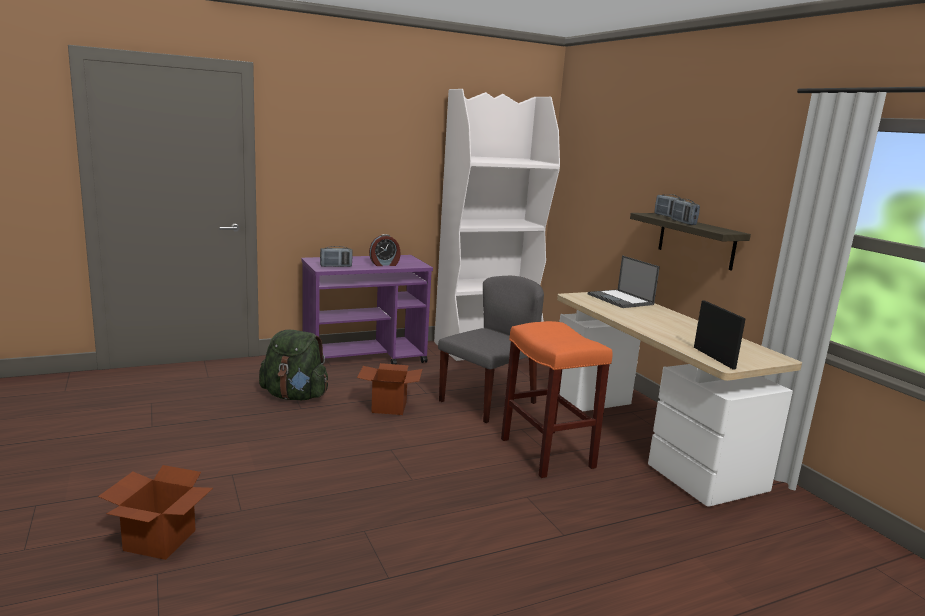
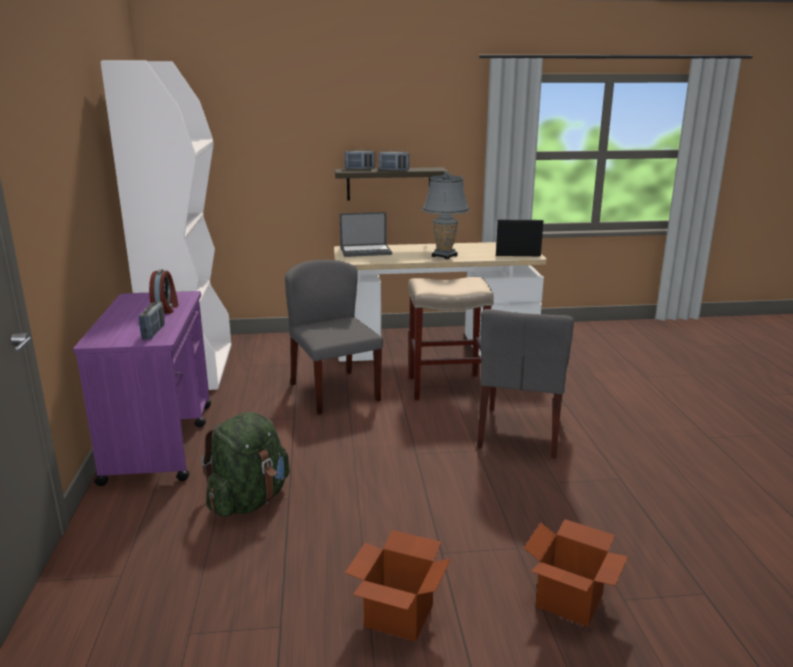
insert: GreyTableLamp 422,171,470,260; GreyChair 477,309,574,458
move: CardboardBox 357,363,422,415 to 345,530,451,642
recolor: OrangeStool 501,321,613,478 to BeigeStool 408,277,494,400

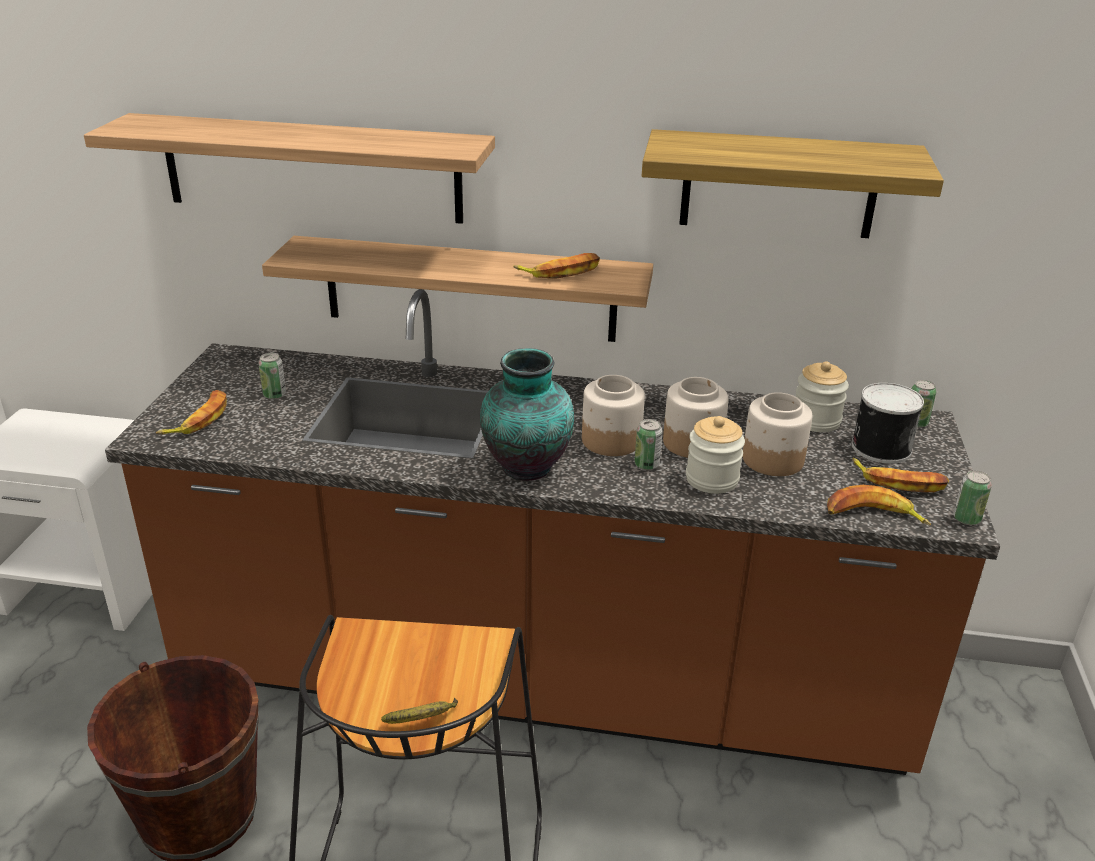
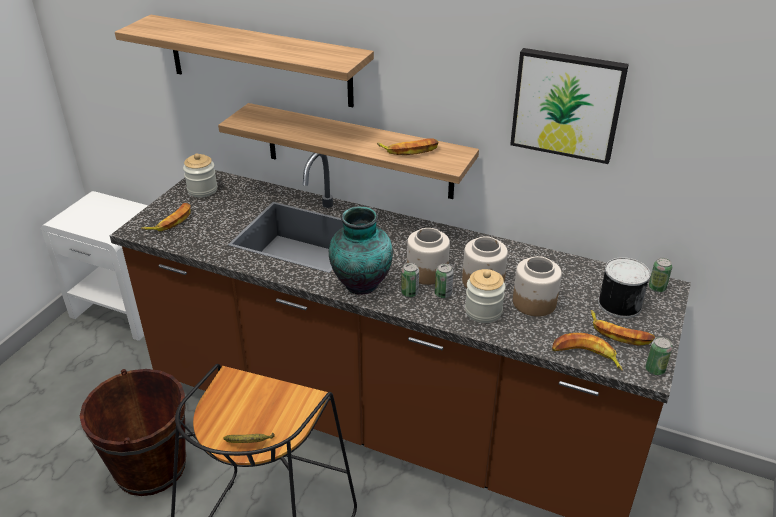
move: Jar 796,361,849,432 to 183,153,218,197; Can 258,353,286,399 to 401,262,419,297
replace: Shelf 642,129,944,238 to Picture 510,48,629,164

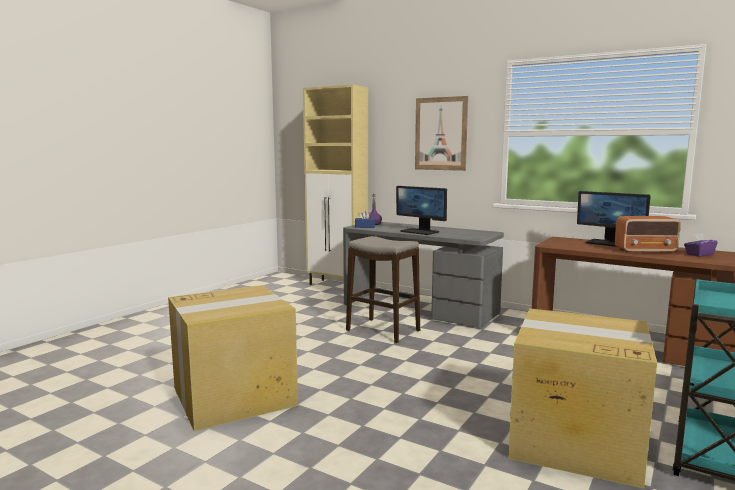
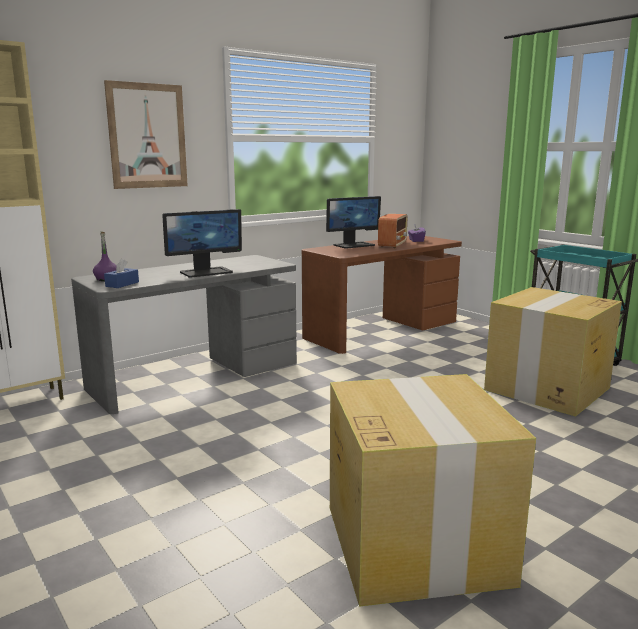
delete: Stool 346,236,420,343

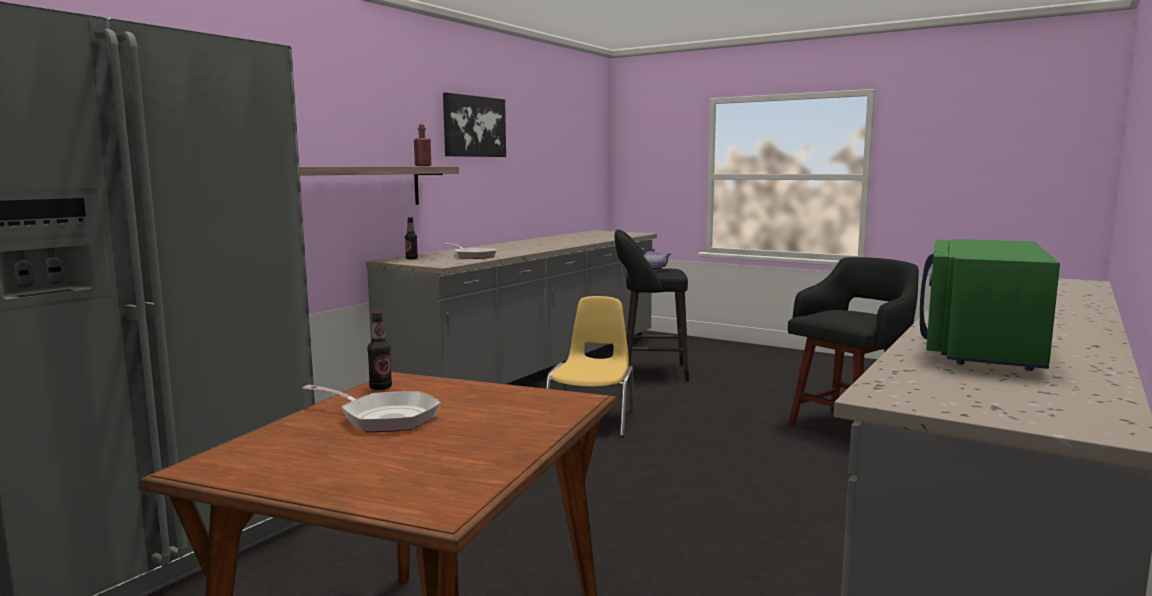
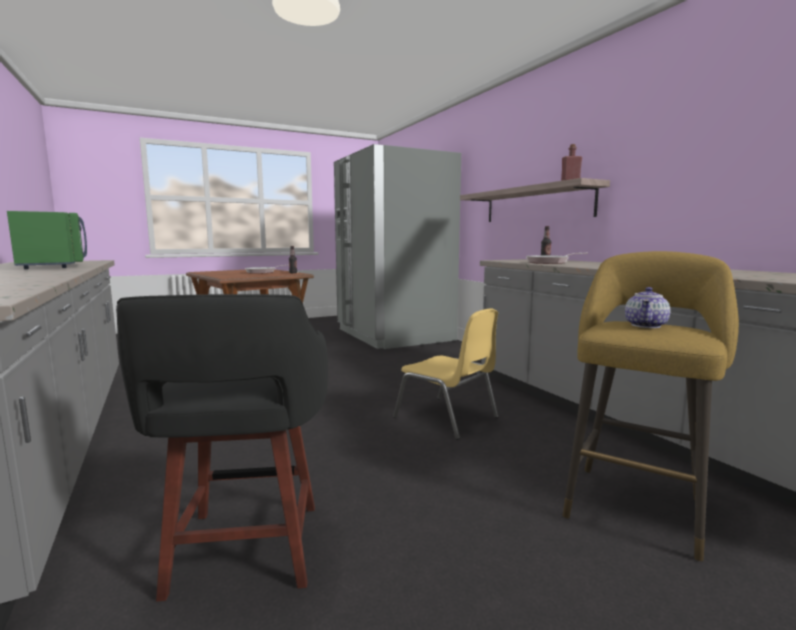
delete: Picture 443,93,506,157
recolor: BlackStool 614,229,689,382 to YellowStool 563,251,739,561

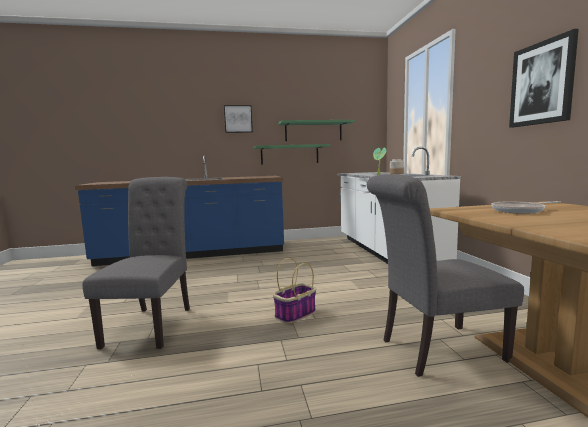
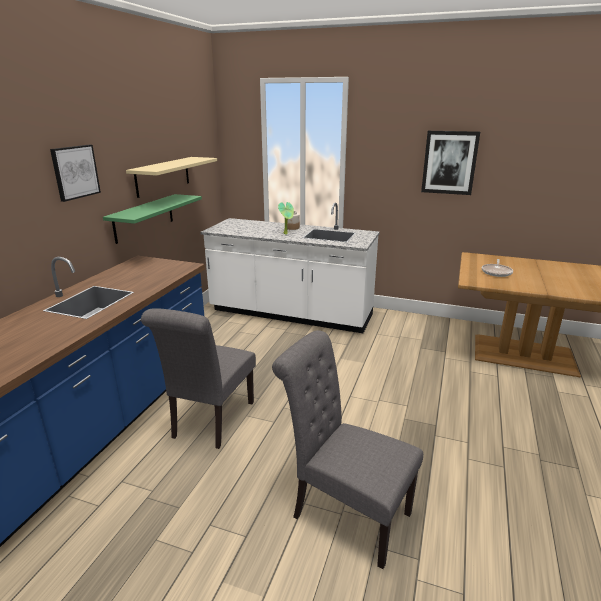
delete: Basket 273,258,316,324
move: GreyChair 367,174,524,377 to 141,308,256,449
recolor: GreenShelf 278,120,355,141 to BeigeShelf 126,157,217,198

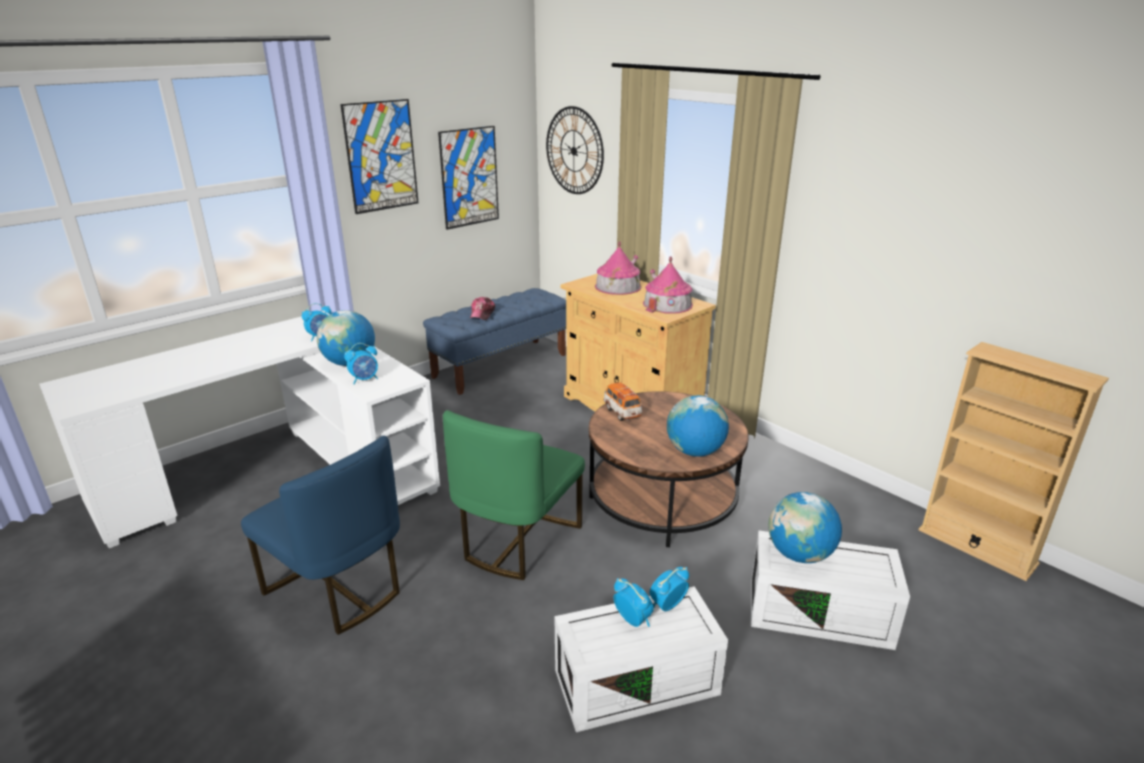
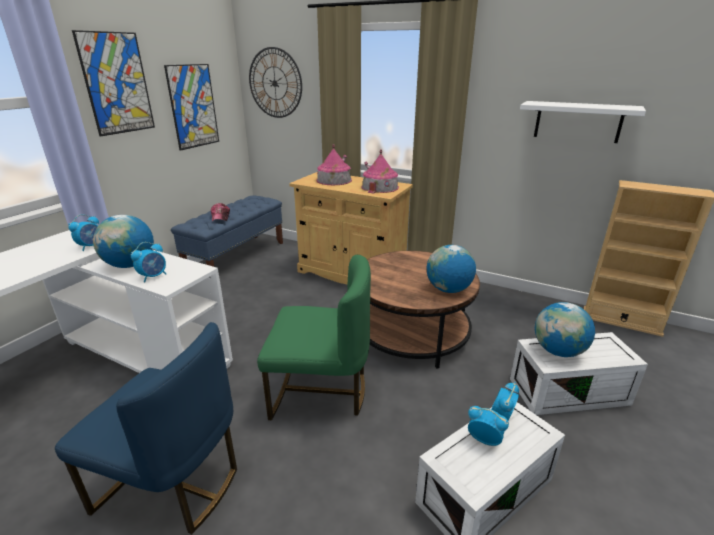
delete: ToyCar 603,382,642,421
insert: WhiteShelf 520,101,646,143
rotate: GreenChair 443,410,585,580 = 257,255,371,420 90 degrees counterclockwise

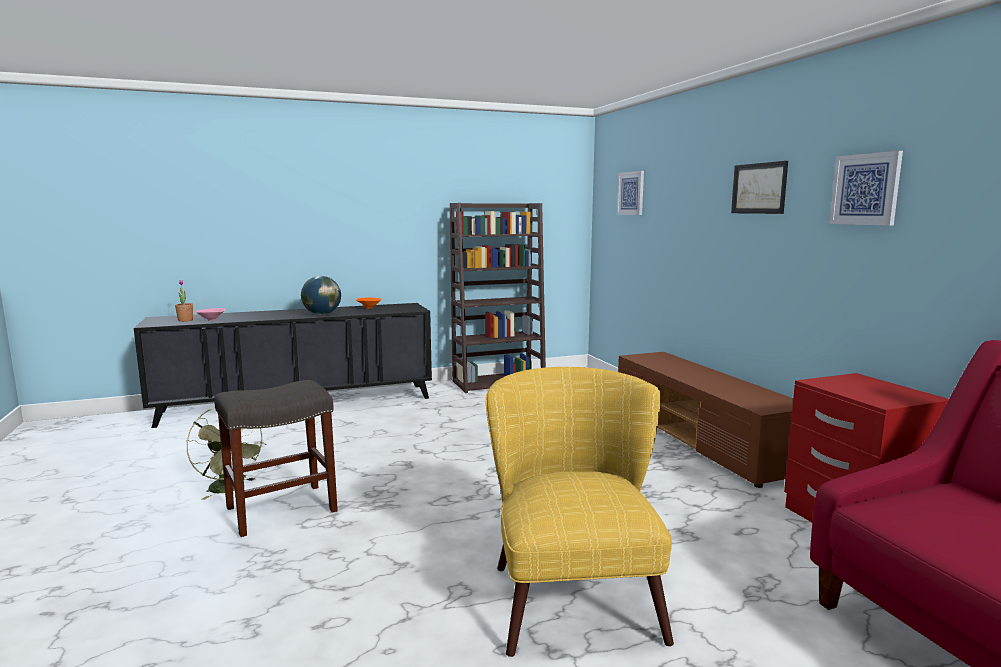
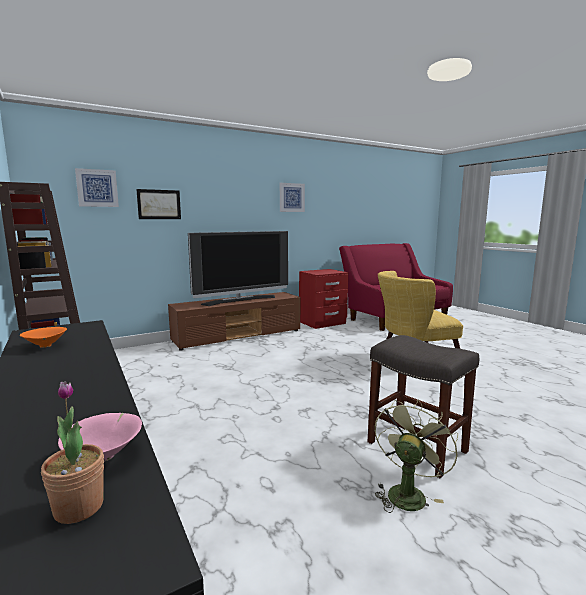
delete: Globe 301,276,341,315
insert: Television 188,231,288,306
move: Picture 731,161,788,214 to 136,189,181,219

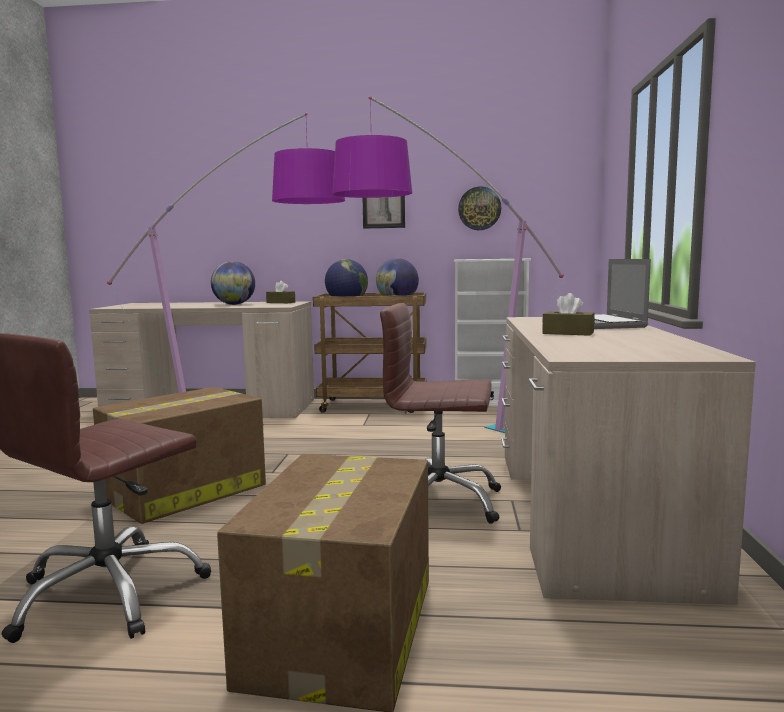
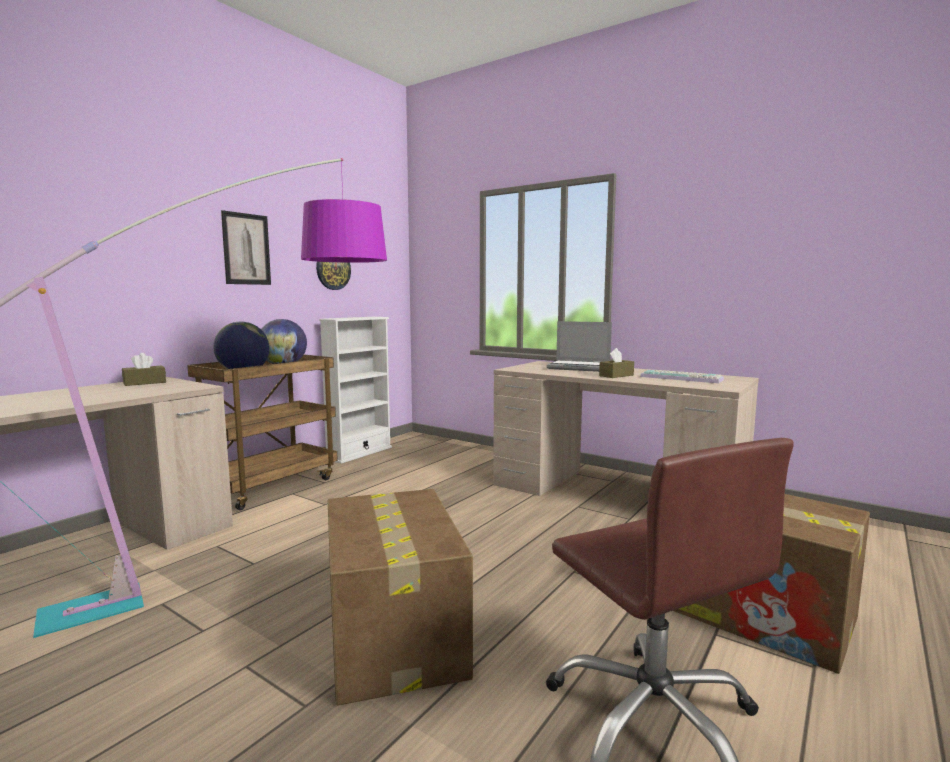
delete: Globe 211,261,255,305; FloorLamp 332,96,564,433; BrownOfficeChair 380,303,501,524
insert: Keyboard 640,369,724,383

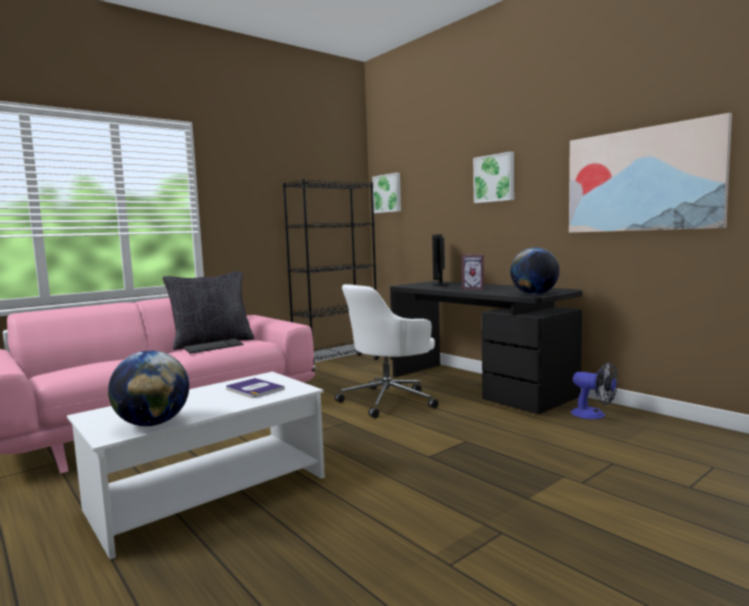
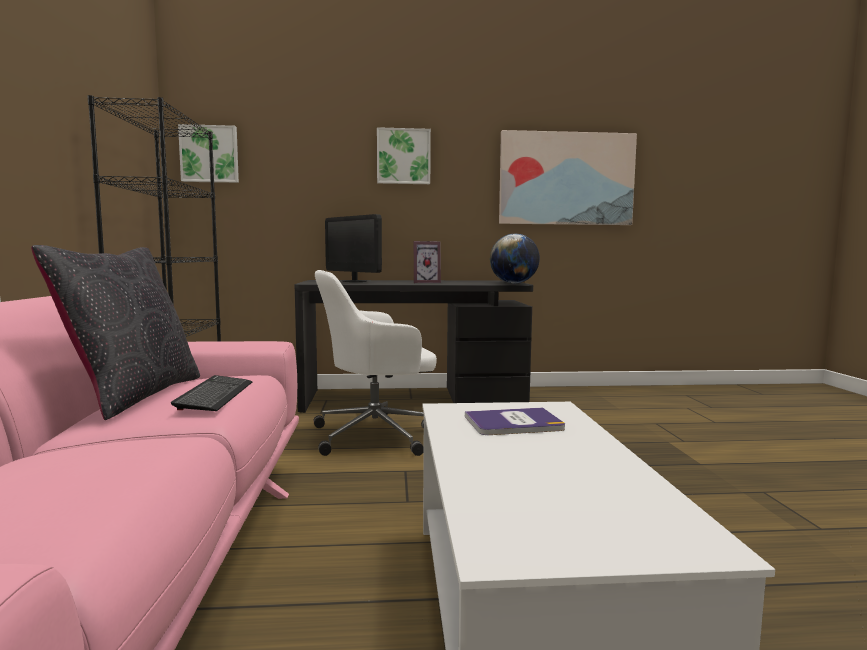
delete: Globe 108,350,189,426; Fan 571,362,618,419
rotate: WhiteOfficeChair 335,284,438,418 = 314,270,437,456 75 degrees clockwise

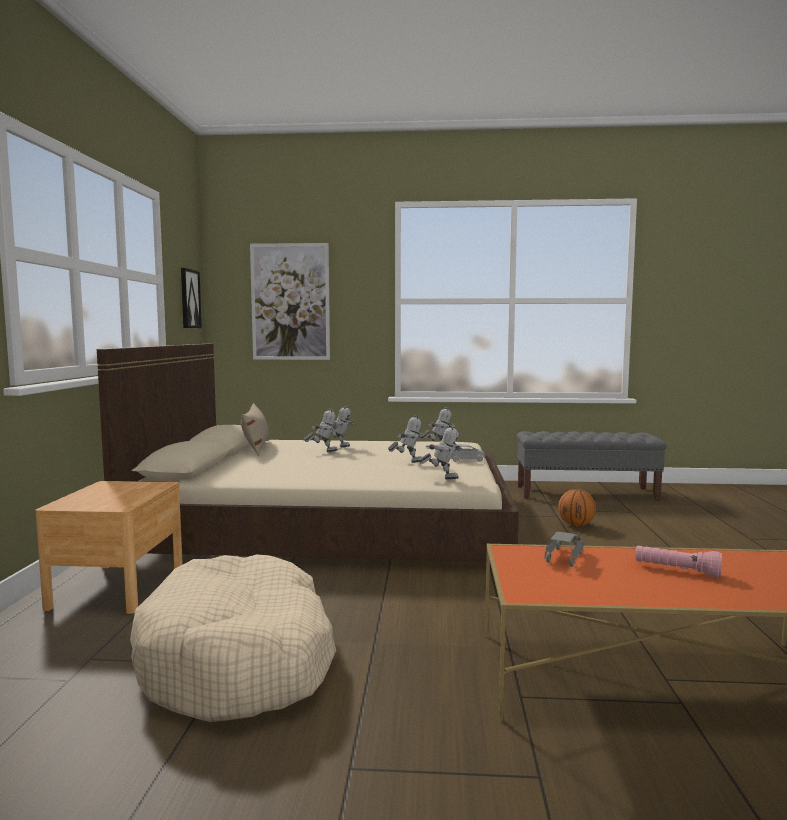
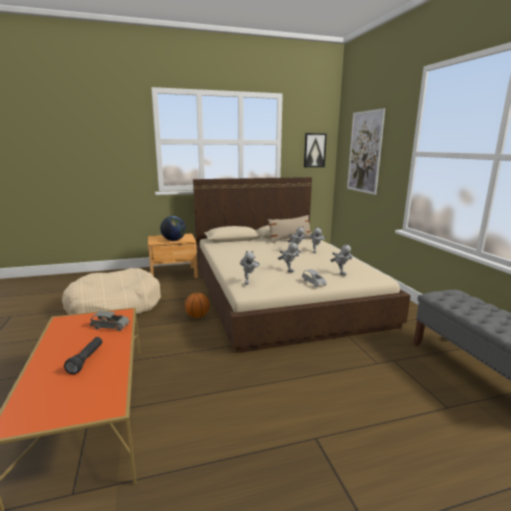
insert: Globe 160,216,186,241
move: Basketball 558,489,596,527 to 185,293,210,318
recolor: PinkFlashlight 636,545,722,578 to BlackFlashlight 64,337,102,374

